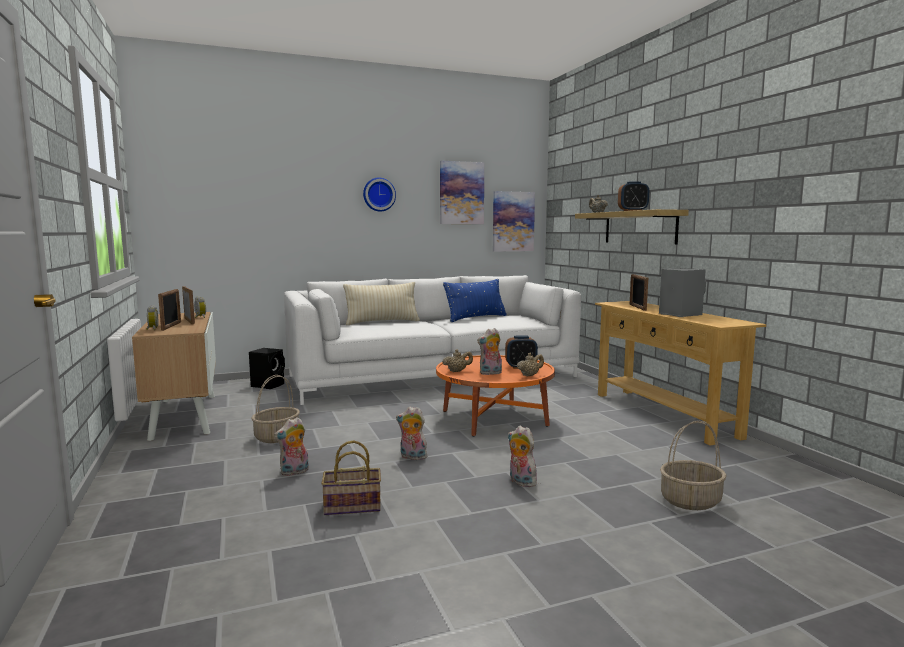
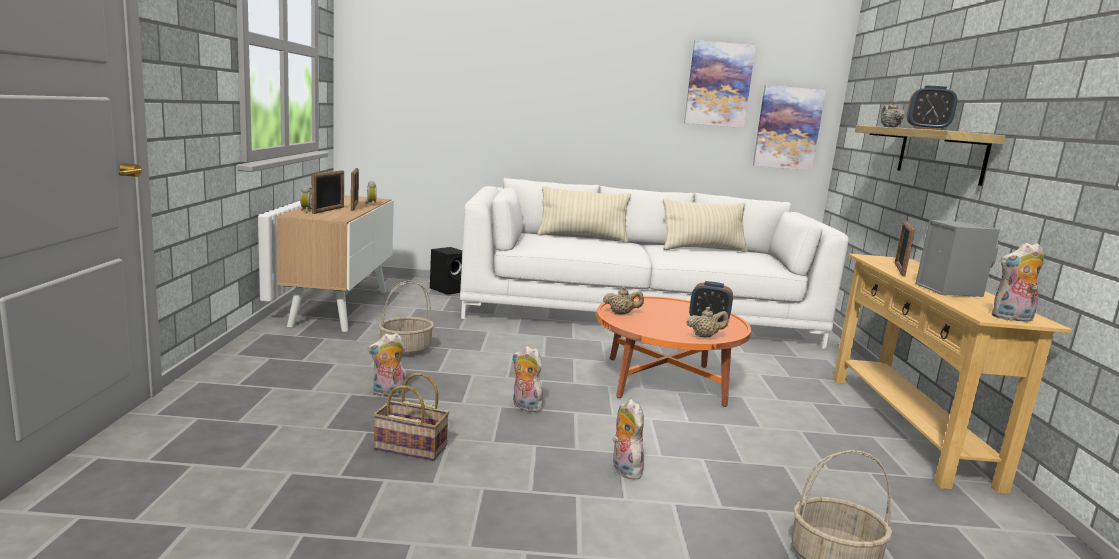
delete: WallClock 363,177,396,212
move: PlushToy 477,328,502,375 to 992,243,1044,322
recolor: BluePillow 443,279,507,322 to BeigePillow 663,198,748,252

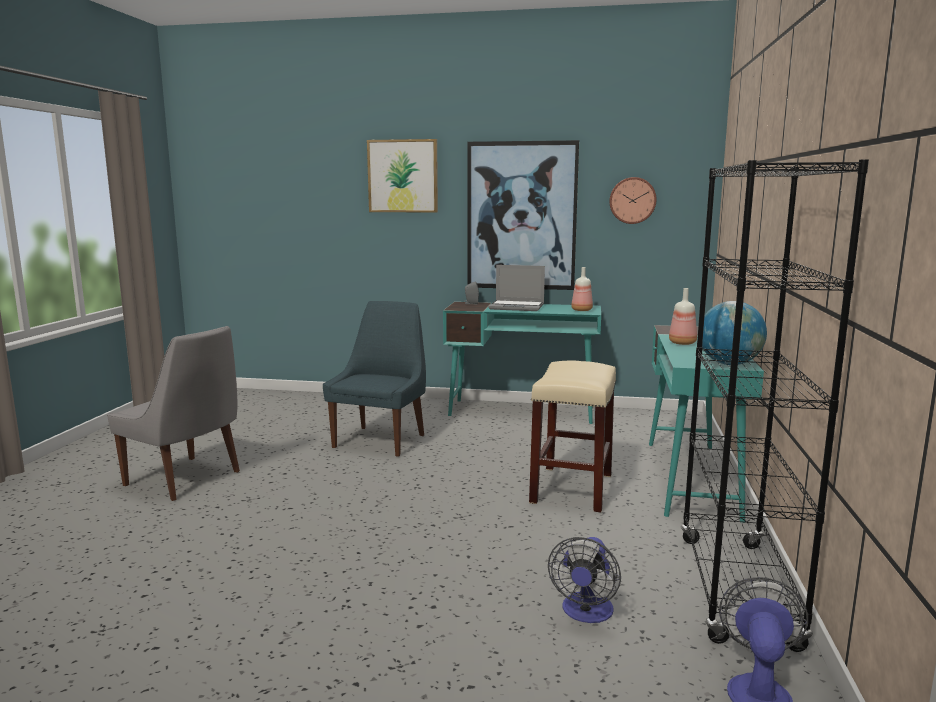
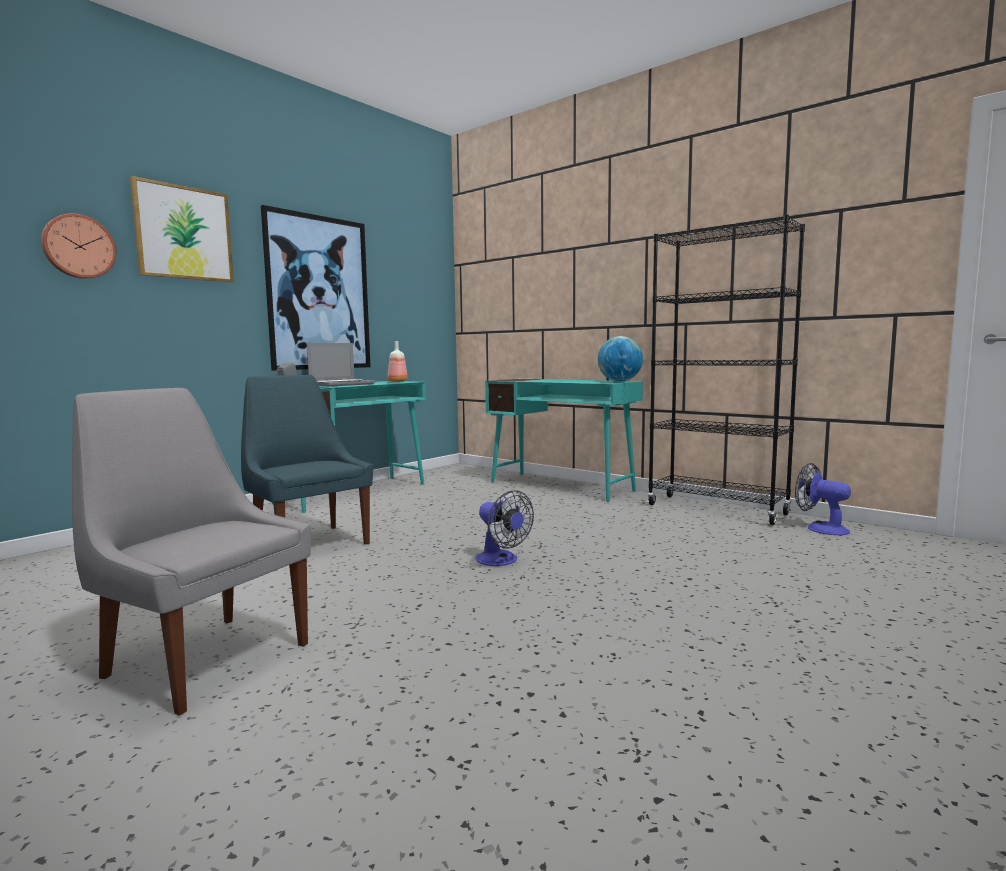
delete: BeigeStool 529,361,616,513; Bottle 669,288,697,345
move: WallClock 609,177,657,224 to 41,213,116,279; Fan 548,537,621,623 to 476,490,534,566
rotate: GreyChair 107,326,240,501 = 72,388,311,716 120 degrees counterclockwise

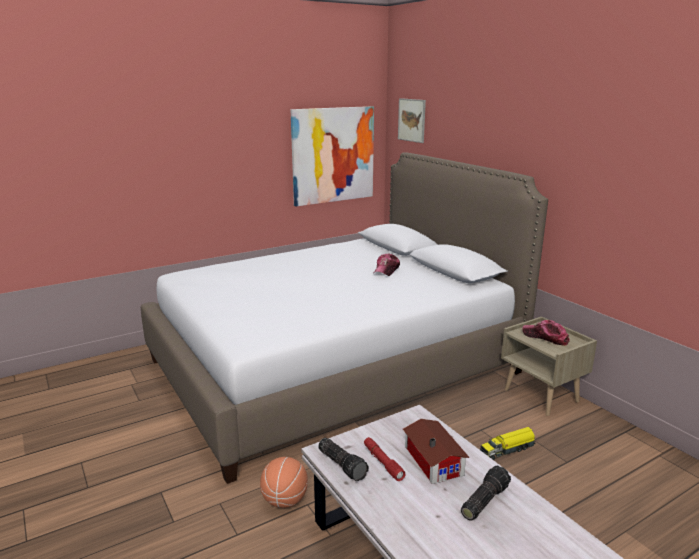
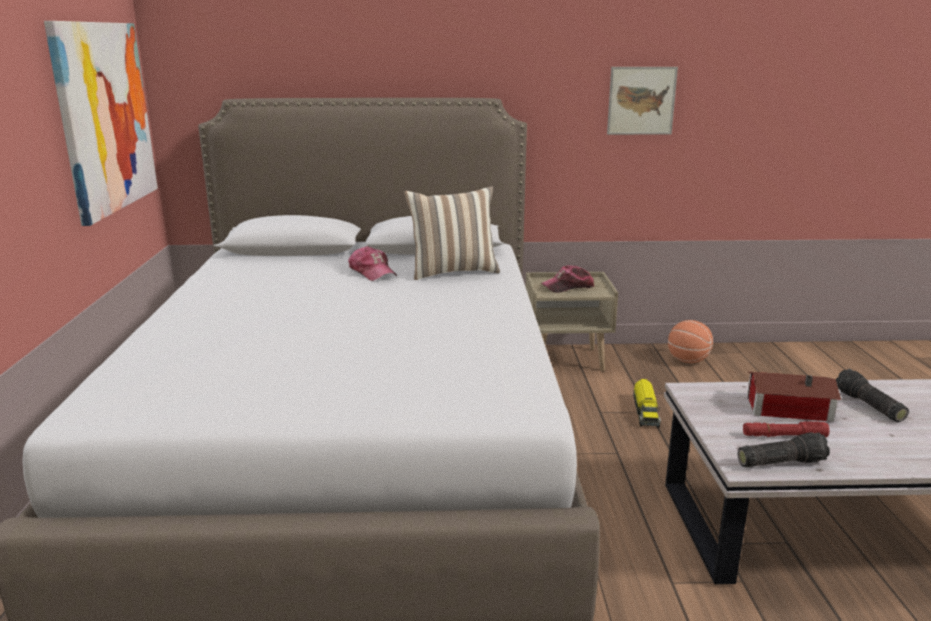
insert: Pillow 404,186,500,280
move: Picture 398,98,426,143 to 607,67,678,135; Basketball 260,457,308,508 to 668,320,713,363

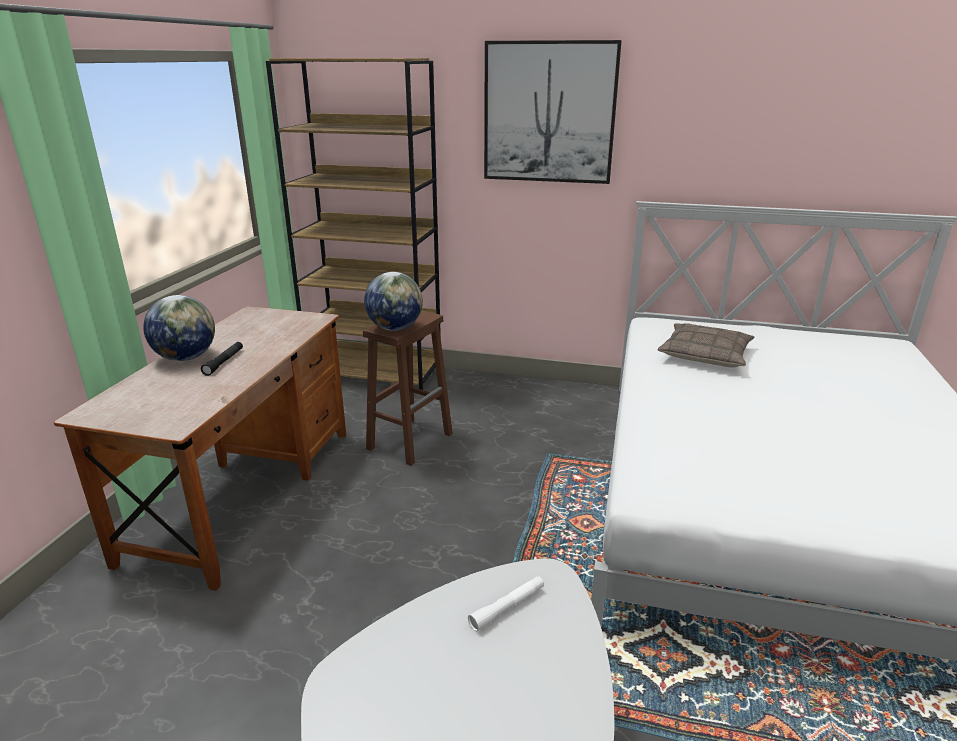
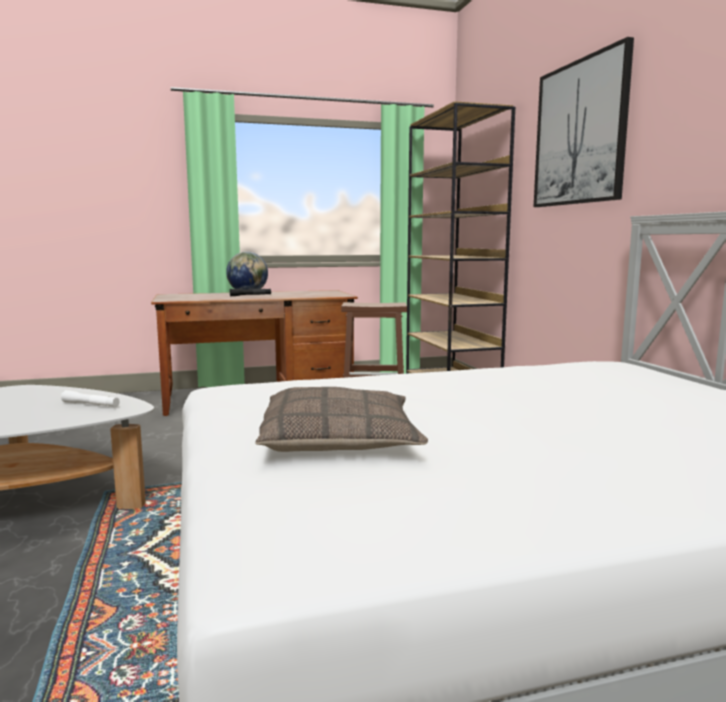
delete: Globe 364,272,423,331
move: Pillow 658,323,754,368 to 255,387,428,452

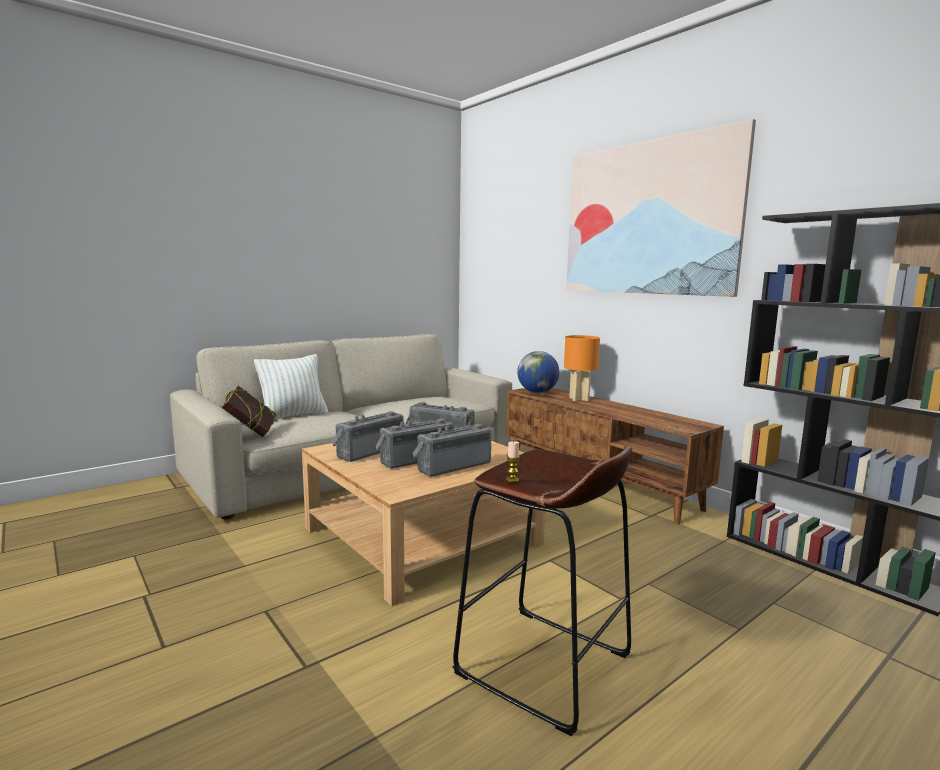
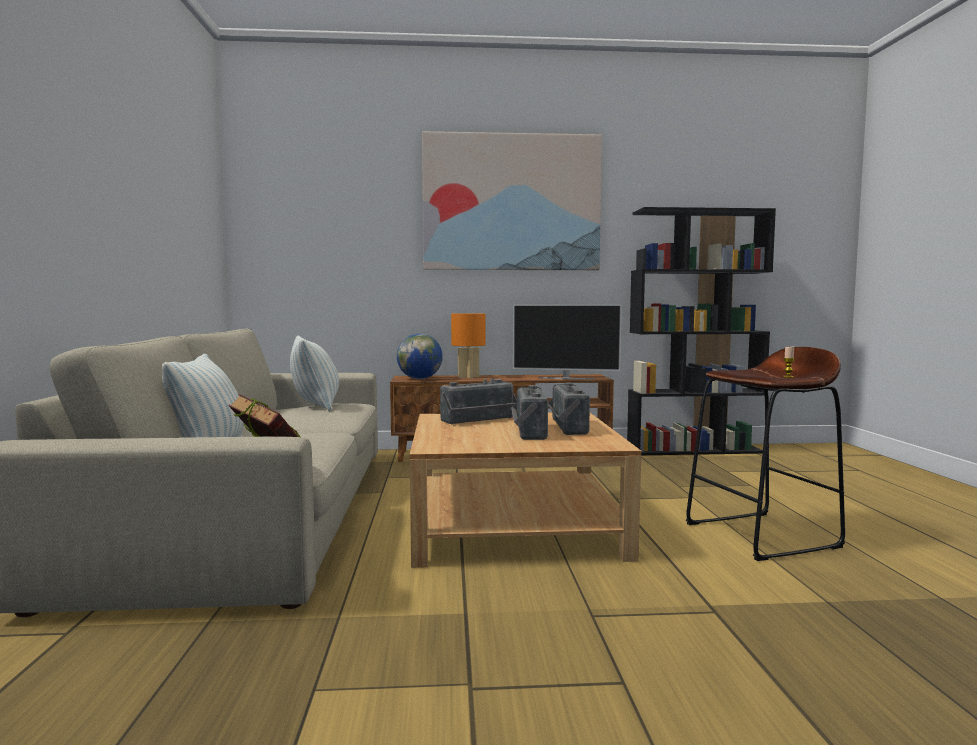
delete: Radio 331,411,404,462
insert: Pillow 290,336,339,411; Television 513,304,622,379

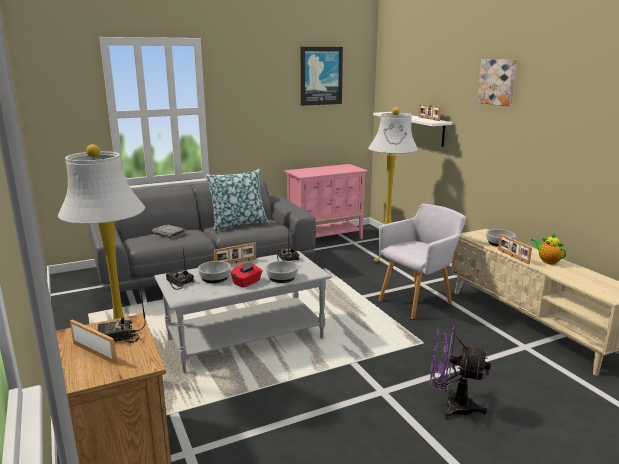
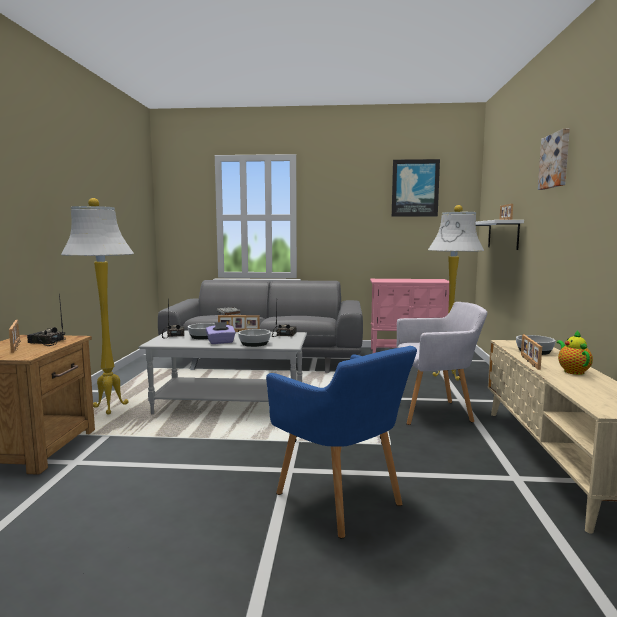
delete: Pillow 205,169,269,231
replace: PurpleFan 429,325,491,419 to BlueArmchair 266,346,417,538
recolor: RedTissueBox 230,262,262,288 to PurpleTissueBox 206,322,236,344

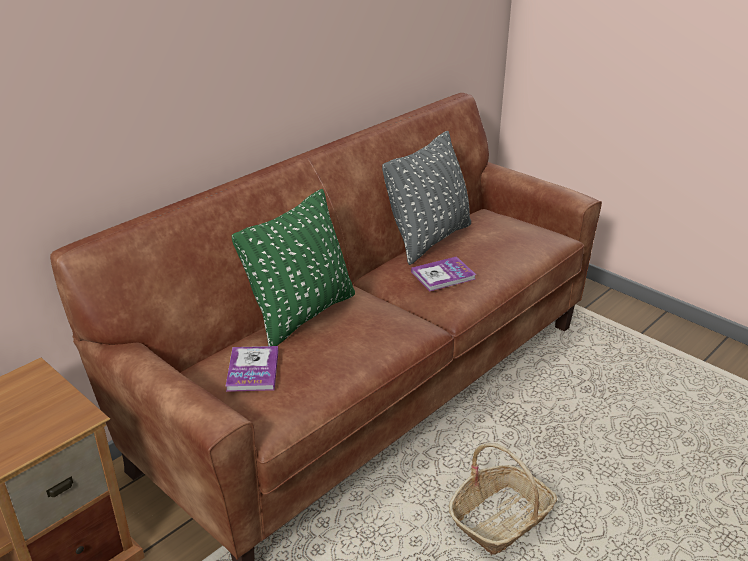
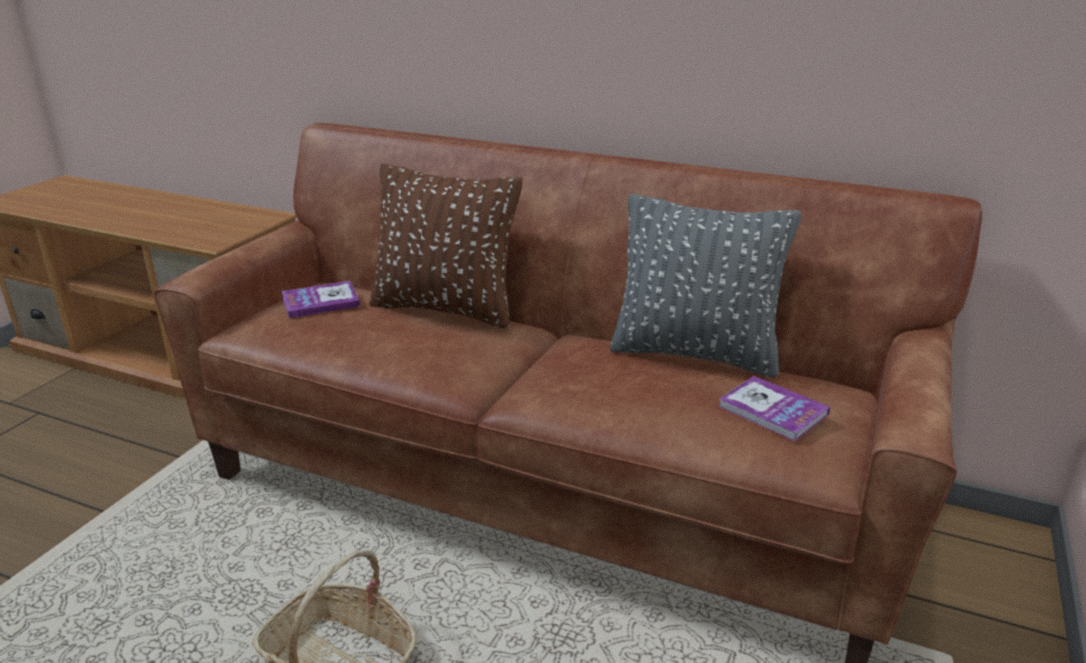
move: Book 411,256,476,291 to 718,376,830,442
recolor: GreenPillow 232,189,355,346 to BrownPillow 369,164,522,328

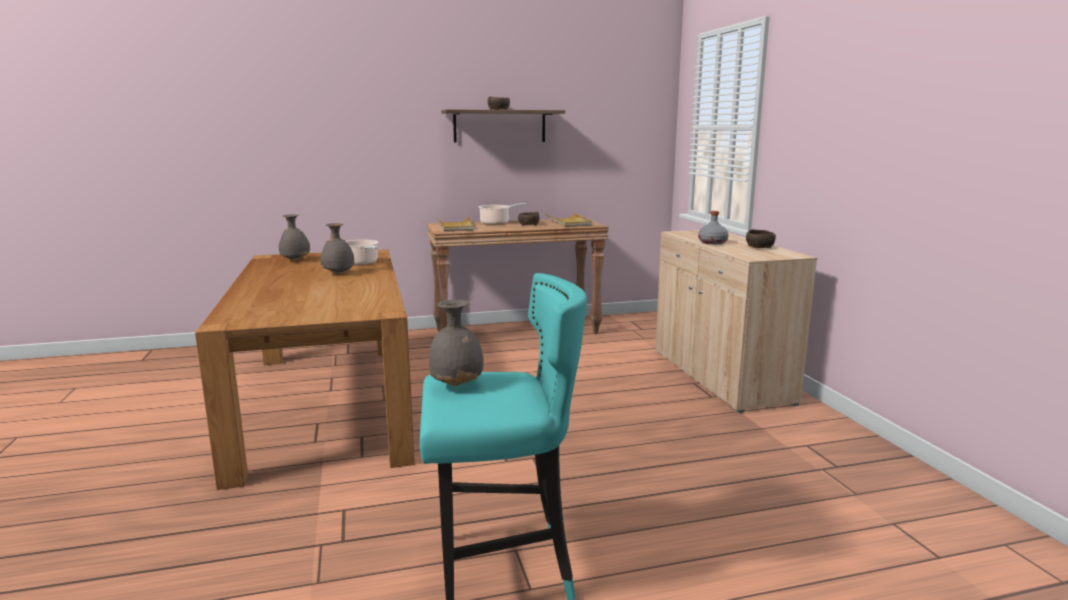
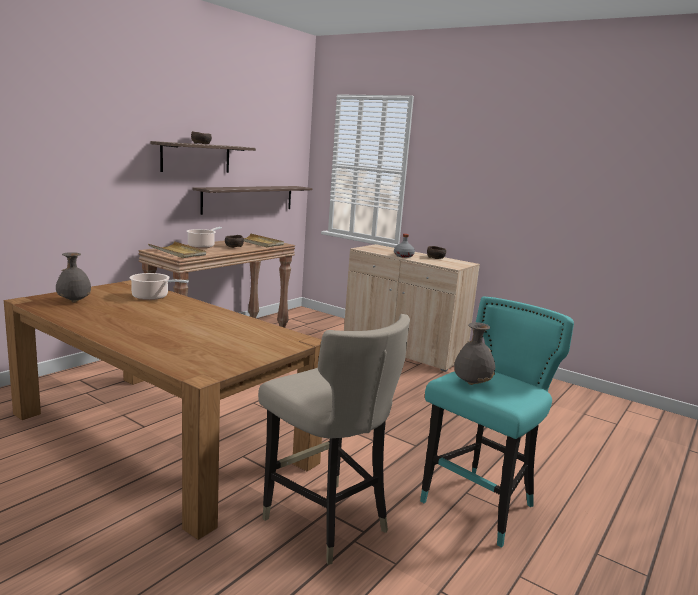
delete: GreyVase 320,223,355,275
insert: Shelf 193,186,312,215; BeigeStool 258,314,410,565

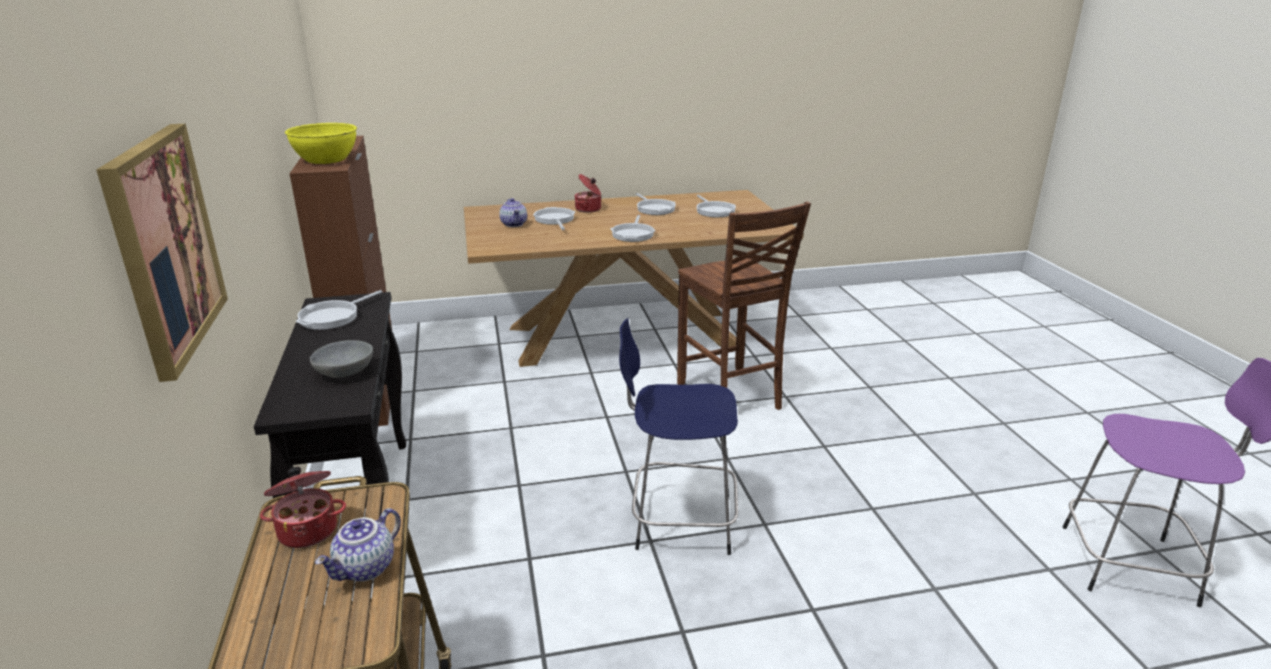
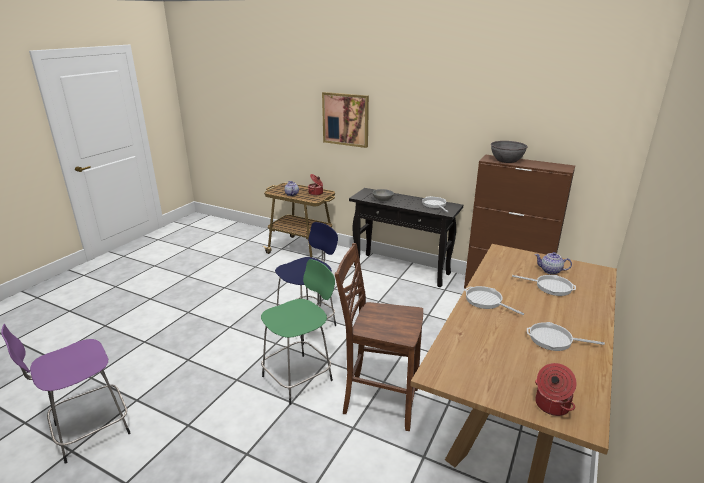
delete: FryingPan 697,195,736,217
insert: GreenStool 261,259,335,405
move: CookingPot 575,174,601,213 to 535,363,577,416
recolor: YellowBowl 285,123,357,164 to GreyBowl 491,141,528,163

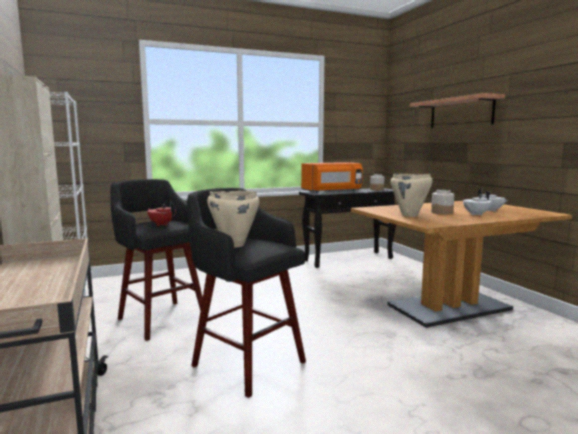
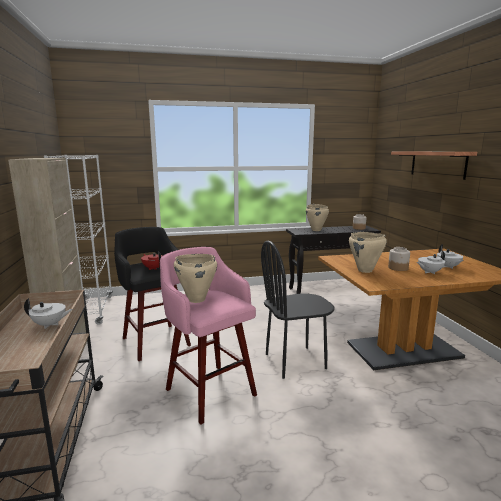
insert: WhiteTeapot 24,298,73,329; BlackChair 261,241,335,379
replace: OrangeMicrowave 301,162,363,193 to BeigeCookingPot 306,204,329,231
recolor: BlackStool 187,188,306,398 to PinkStool 160,247,257,425

